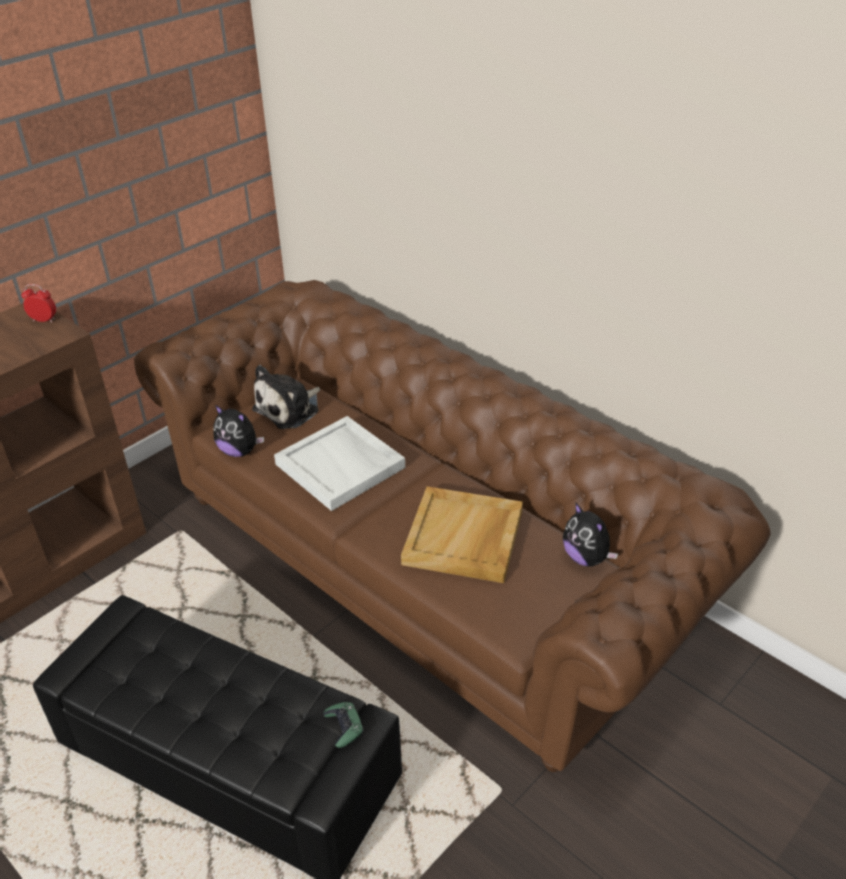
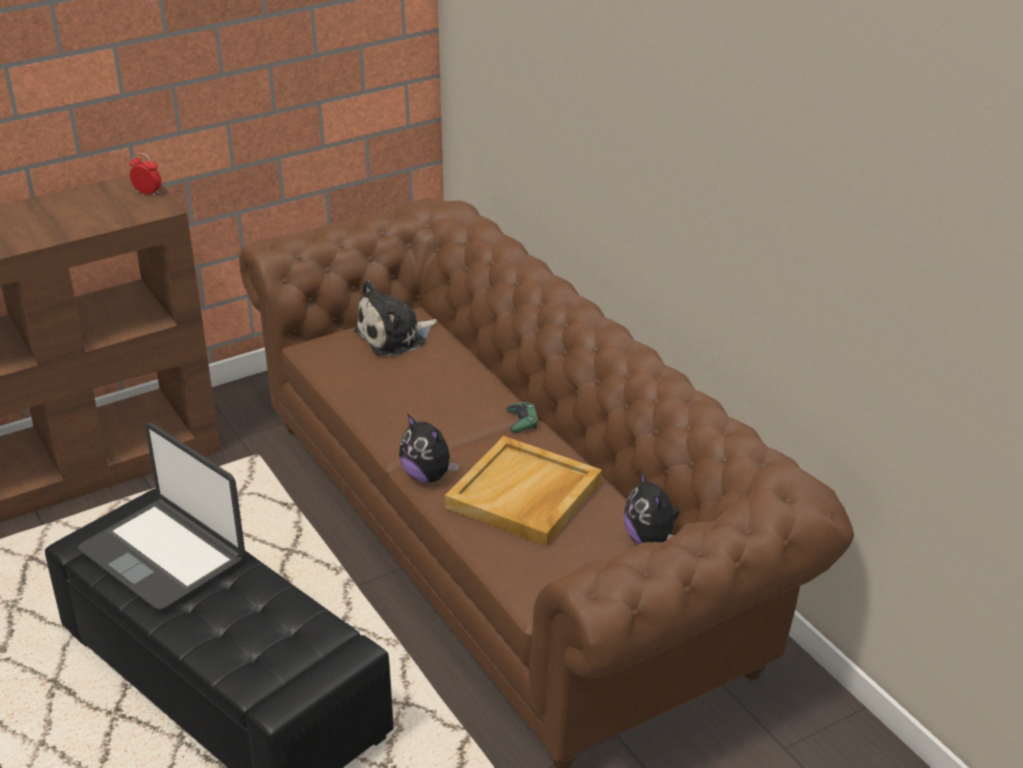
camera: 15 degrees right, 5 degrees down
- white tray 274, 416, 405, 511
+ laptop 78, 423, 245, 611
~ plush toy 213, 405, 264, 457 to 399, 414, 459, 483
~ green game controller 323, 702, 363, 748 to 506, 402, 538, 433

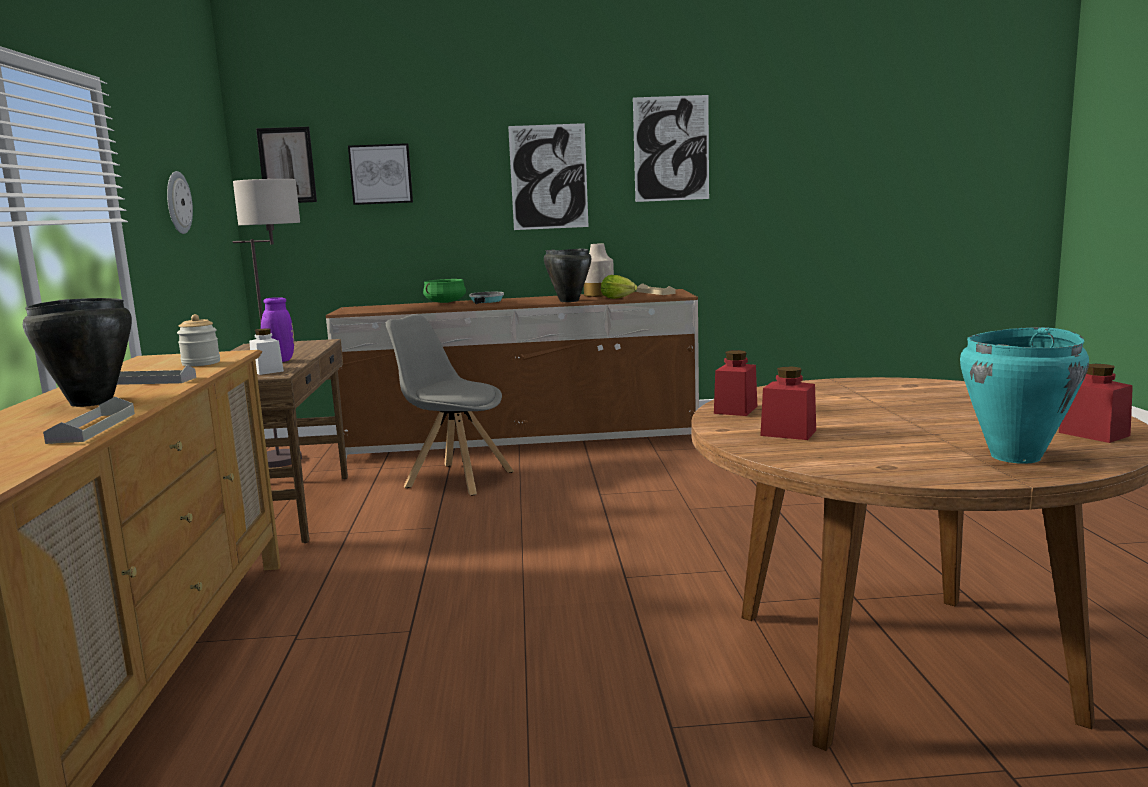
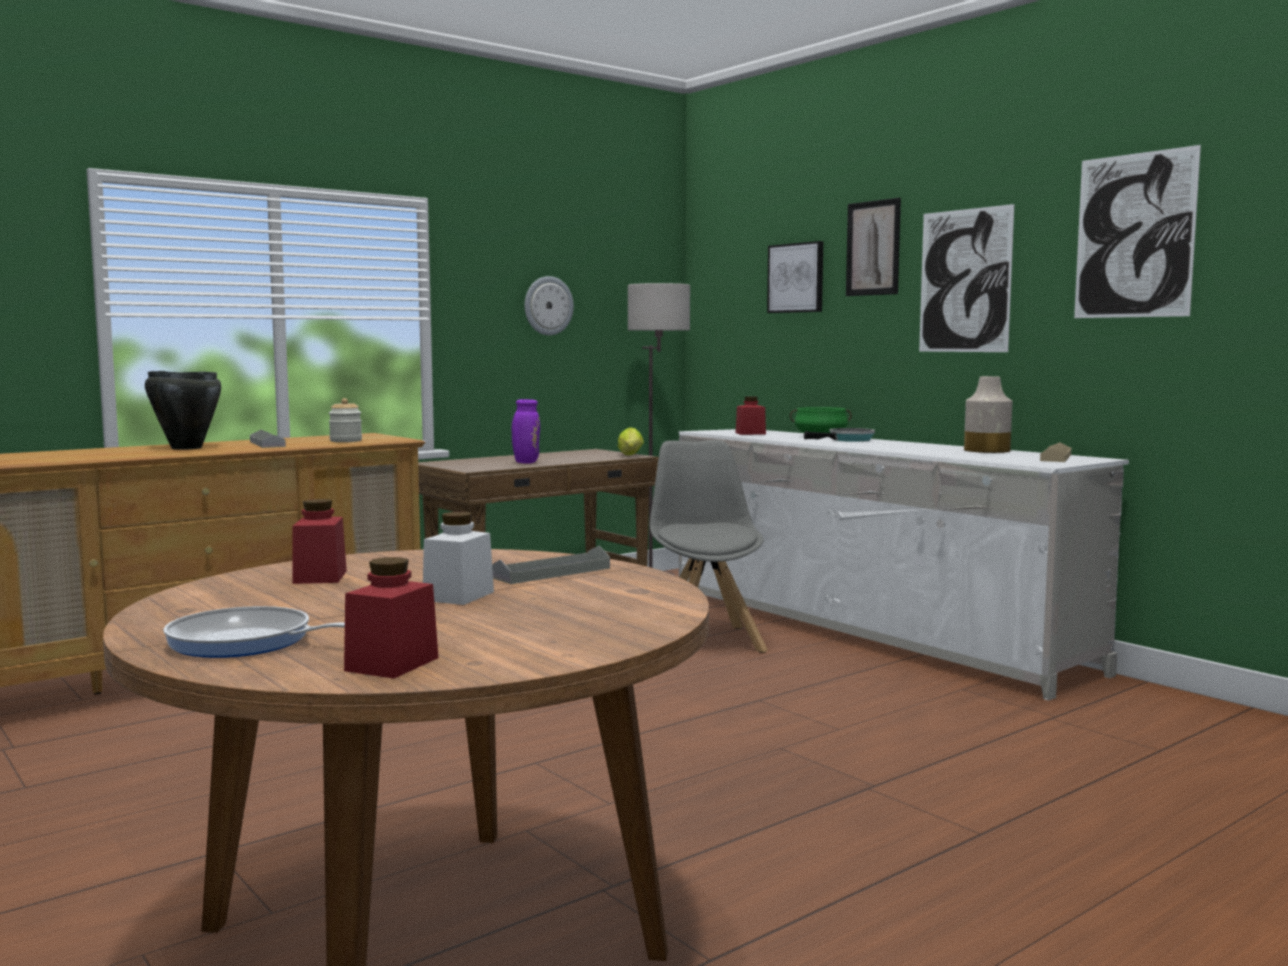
camera: 55 degrees right, 5 degrees down
- black cooking pot 544, 249, 591, 302
~ grey tray 43, 397, 135, 444 to 492, 546, 610, 584
~ white jar 249, 328, 284, 375 to 423, 512, 494, 605
~ picture 256, 127, 317, 203 to 846, 198, 901, 296
~ lettuce 601, 275, 637, 299 to 618, 427, 644, 455
~ red jar 714, 350, 757, 416 to 736, 396, 766, 435
~ turquoise cooking pot 960, 327, 1089, 464 to frying pan 163, 606, 345, 658
~ brown cabinet 326, 289, 699, 460 to white cabinet 679, 429, 1129, 701

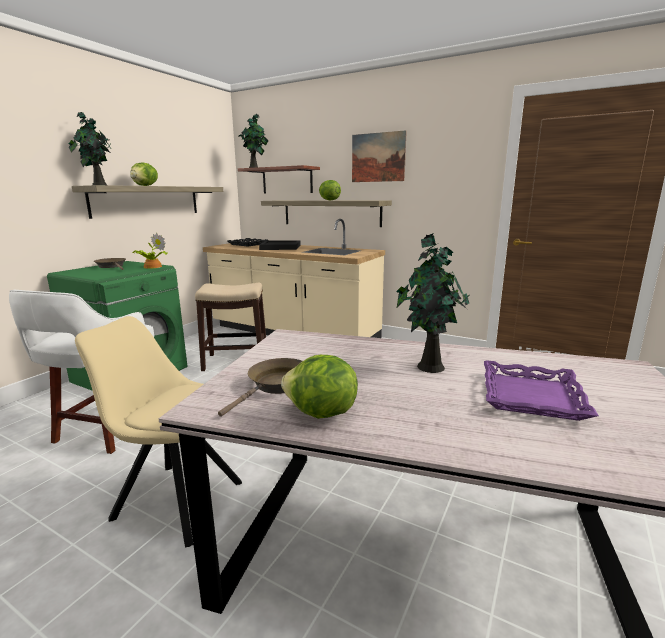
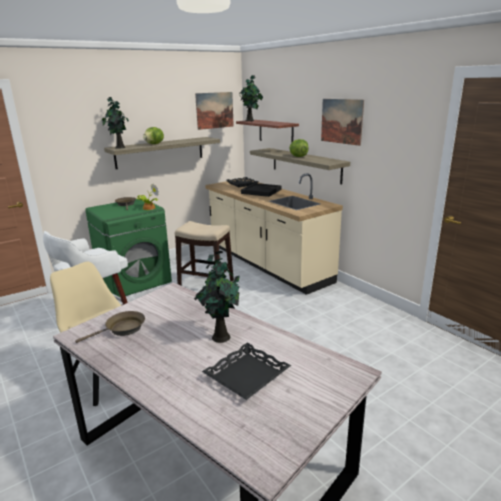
camera: 25 degrees right, 5 degrees up
- lettuce 281, 355, 358, 419
+ picture 195, 92, 234, 130
~ purple tray 484, 360, 599, 421 to black tray 202, 343, 291, 400

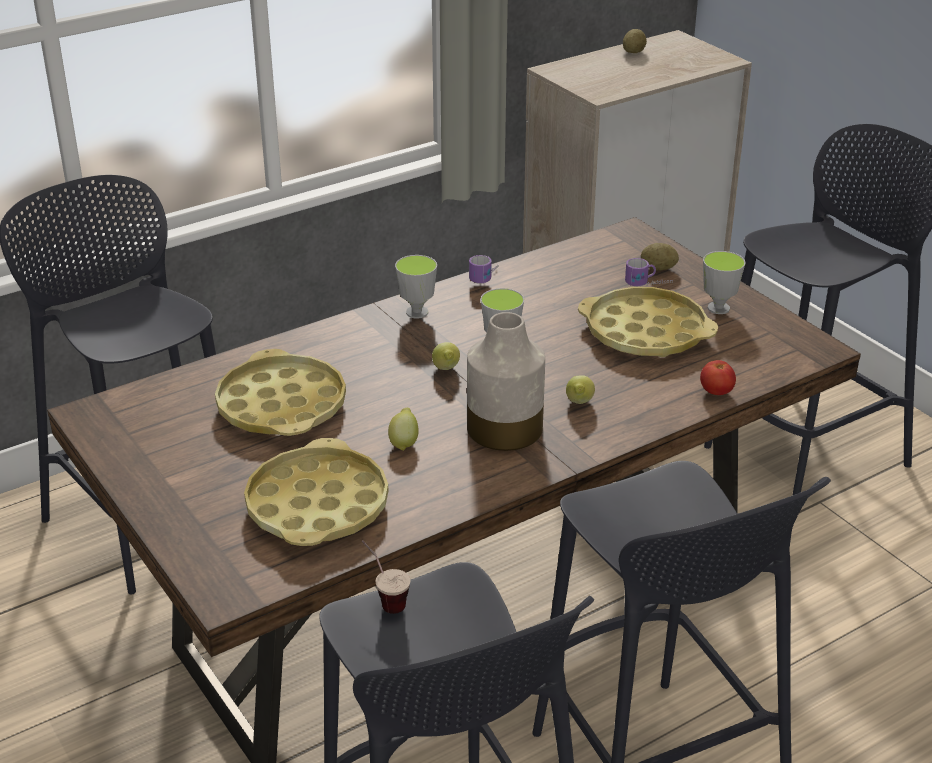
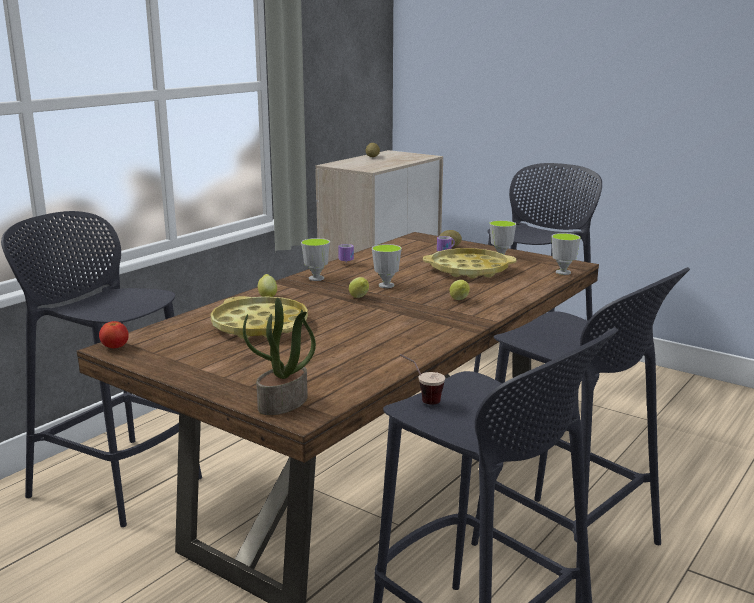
camera: 20 degrees left, 15 degrees down
- yellow tray 244, 438, 388, 546
- beige vase 467, 312, 545, 451
+ potted plant 243, 298, 316, 415
+ cup 552, 233, 581, 275
~ lemon 388, 408, 419, 451 to 258, 274, 277, 297
~ tomato 700, 360, 736, 395 to 99, 321, 129, 348

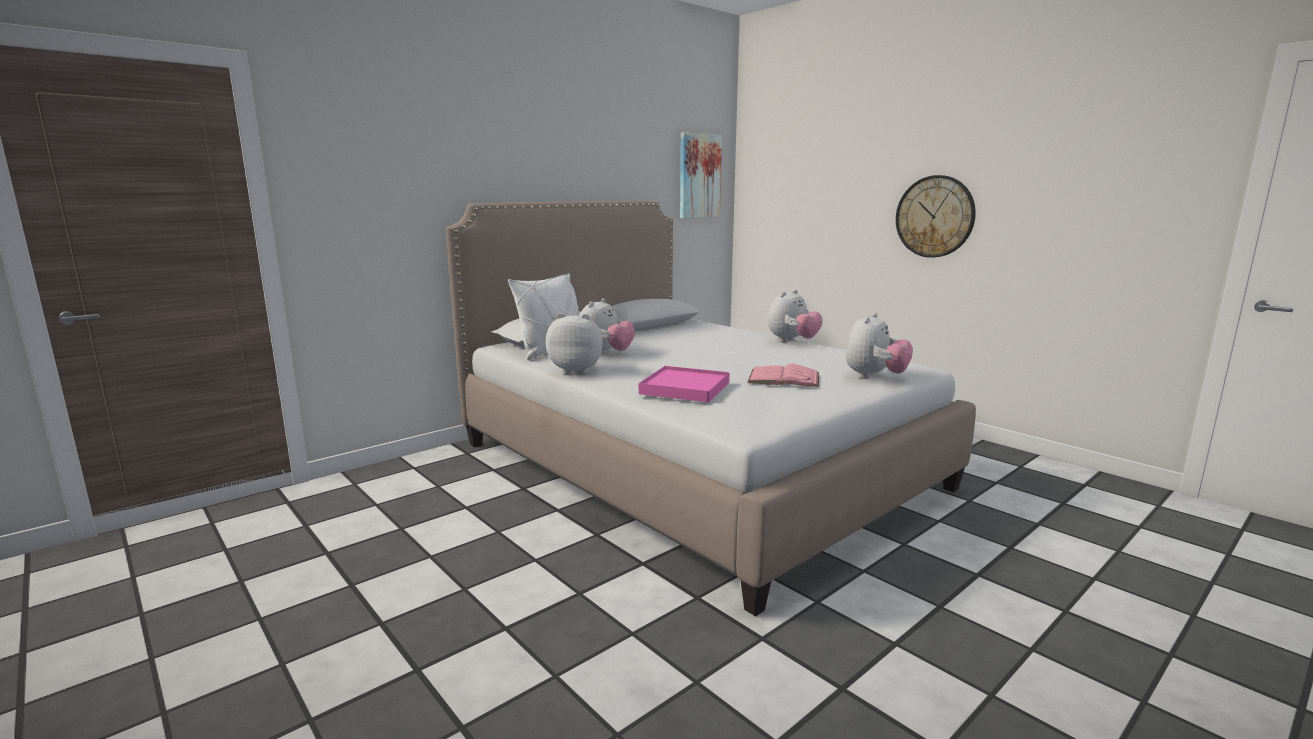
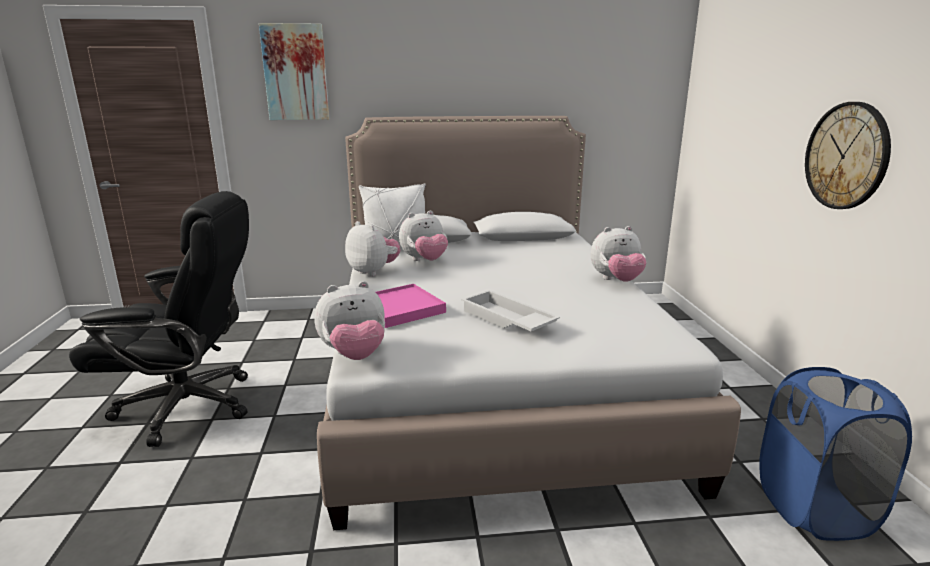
camera: 35 degrees right, 5 degrees up
+ black office chair 69, 191, 249, 447
+ blue laundry basket 759, 367, 912, 541
~ picture 680, 132, 722, 218 to 259, 23, 329, 120
~ plush toy 846, 313, 913, 379 to 314, 281, 385, 360
~ pink book 747, 364, 819, 387 to white tray 461, 290, 560, 331

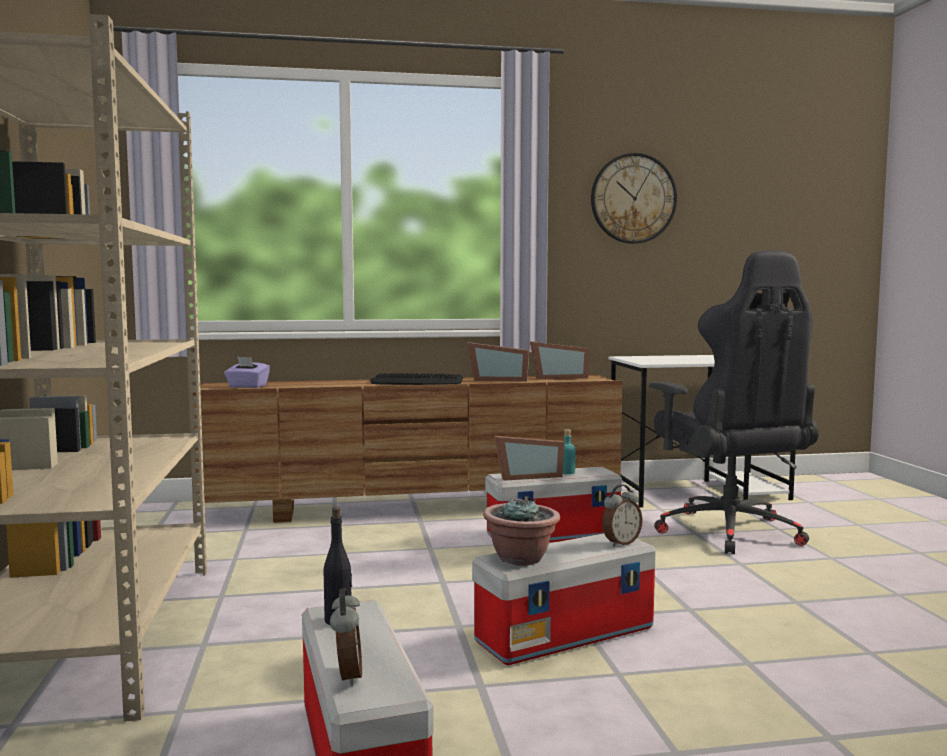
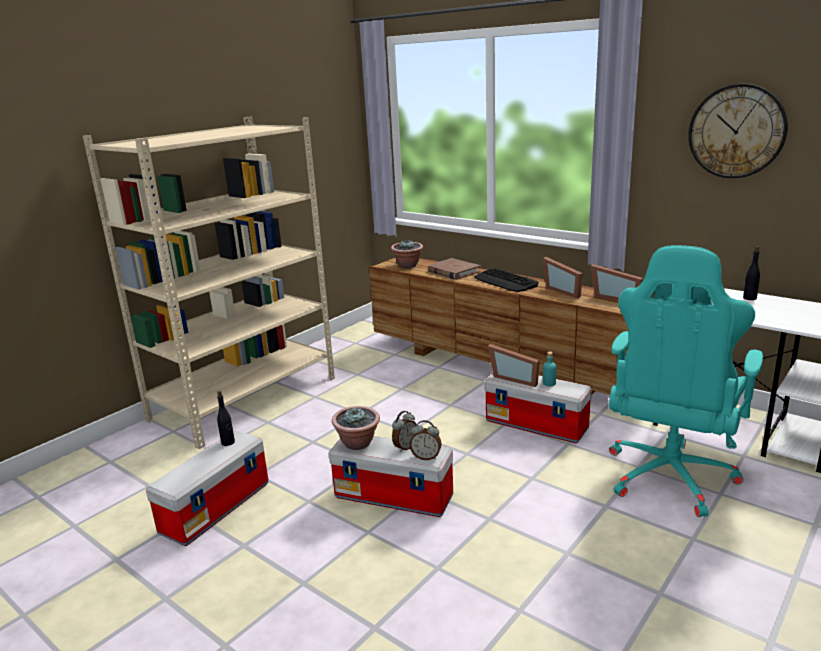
camera: 50 degrees right, 15 degrees up
+ brown book 427, 258, 480, 280
+ black bottle 743, 246, 760, 300
~ alarm clock 330, 588, 362, 687 to 392, 411, 417, 452
~ purple tissue box 224, 356, 270, 388 to potted plant 391, 240, 423, 268
~ black office chair 649, 250, 819, 554 to turquoise office chair 609, 245, 763, 517

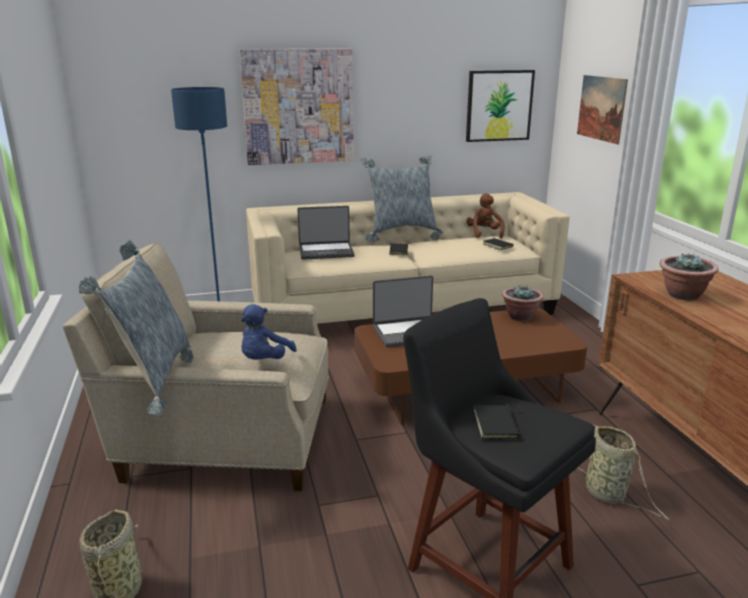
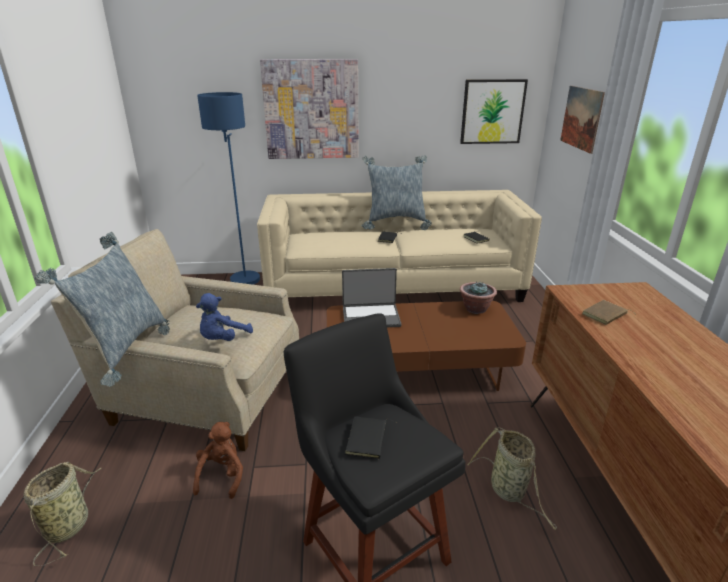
camera: 10 degrees right, 5 degrees up
- laptop 297, 206, 355, 260
~ brown plush toy 466, 193, 505, 239 to 193, 422, 243, 499
~ potted plant 660, 253, 719, 300 to brown book 582, 300, 634, 325

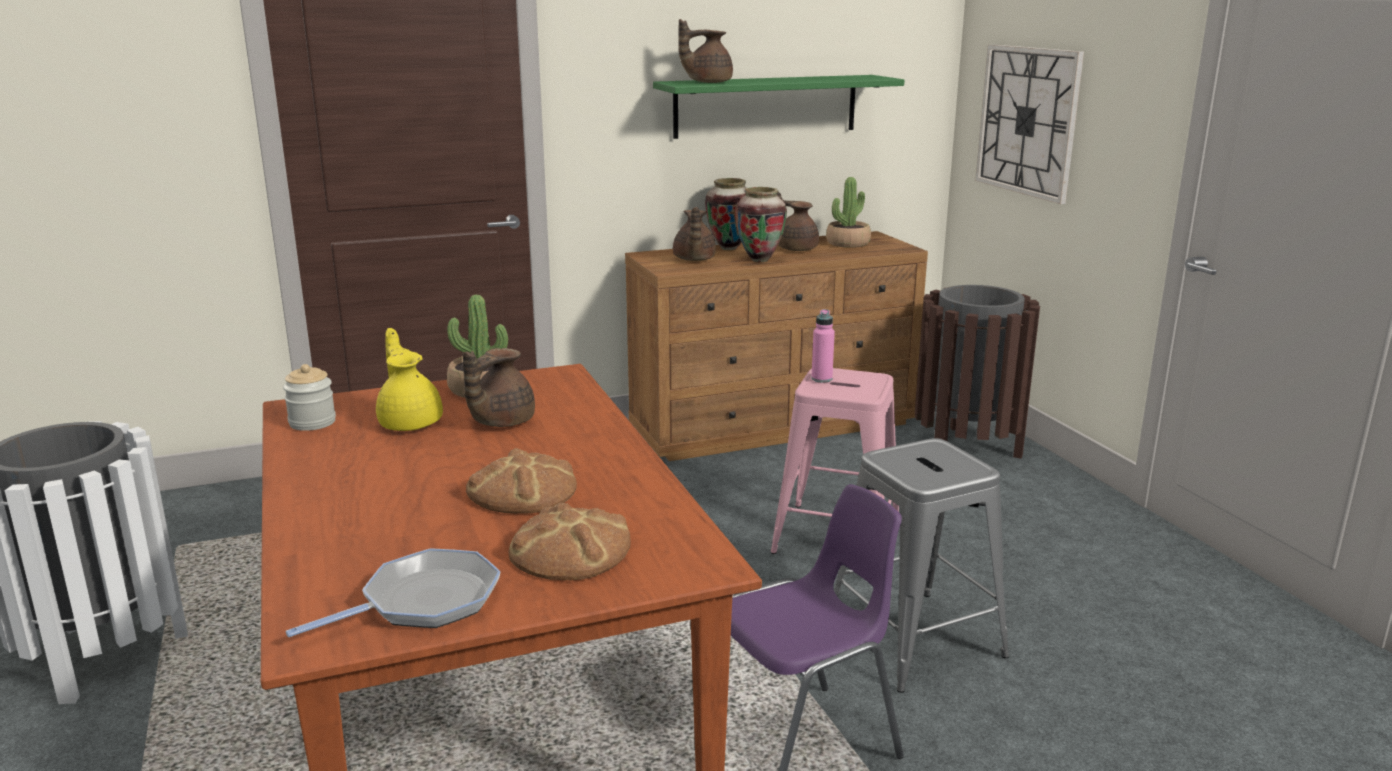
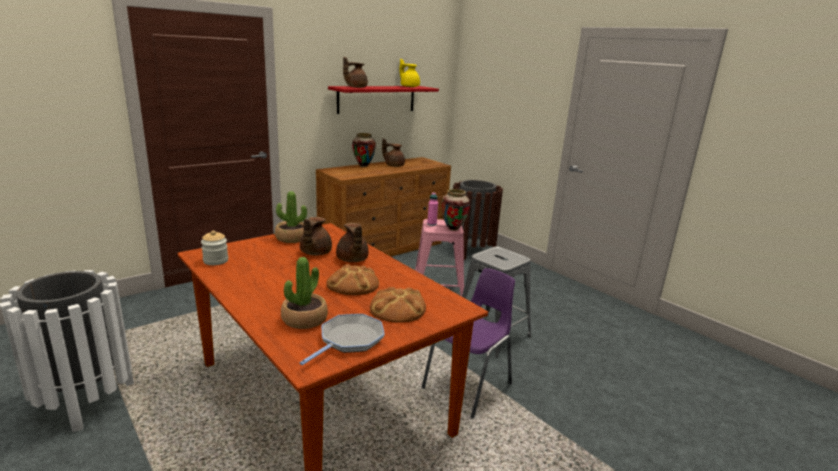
camera: 20 degrees left, 0 degrees up
- wall clock 975, 44, 1084, 204
~ yellow teapot 376, 328, 443, 431 to 400, 59, 420, 87
~ brown teapot 673, 207, 716, 261 to 336, 223, 369, 262
~ vase 735, 187, 787, 262 to 441, 189, 470, 231
~ potted plant 826, 177, 871, 248 to 281, 257, 328, 329
~ green shelf 653, 75, 905, 139 to red shelf 328, 86, 439, 114

